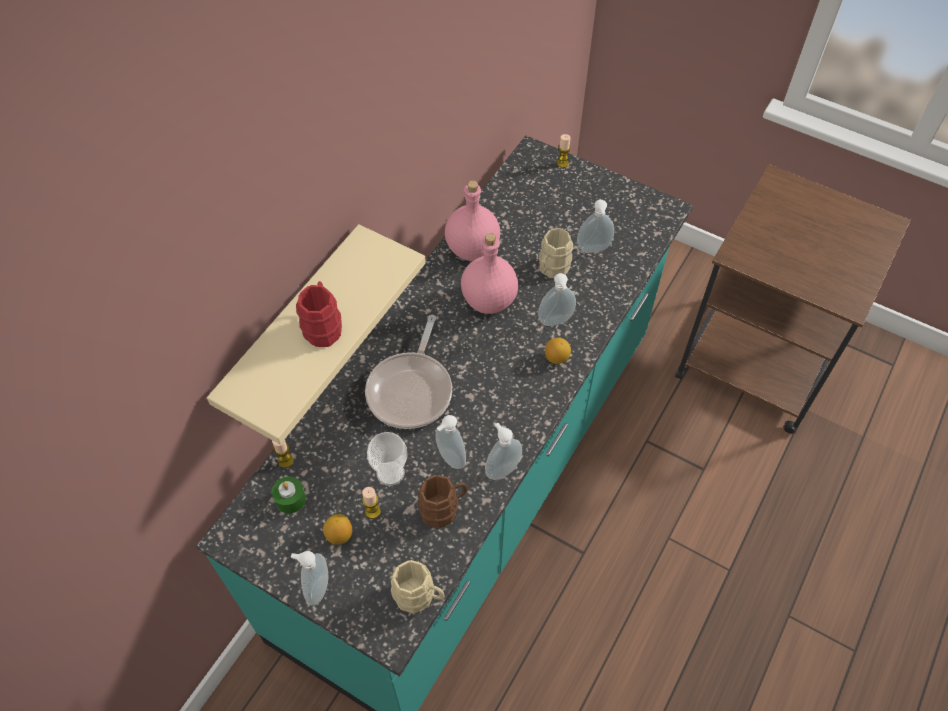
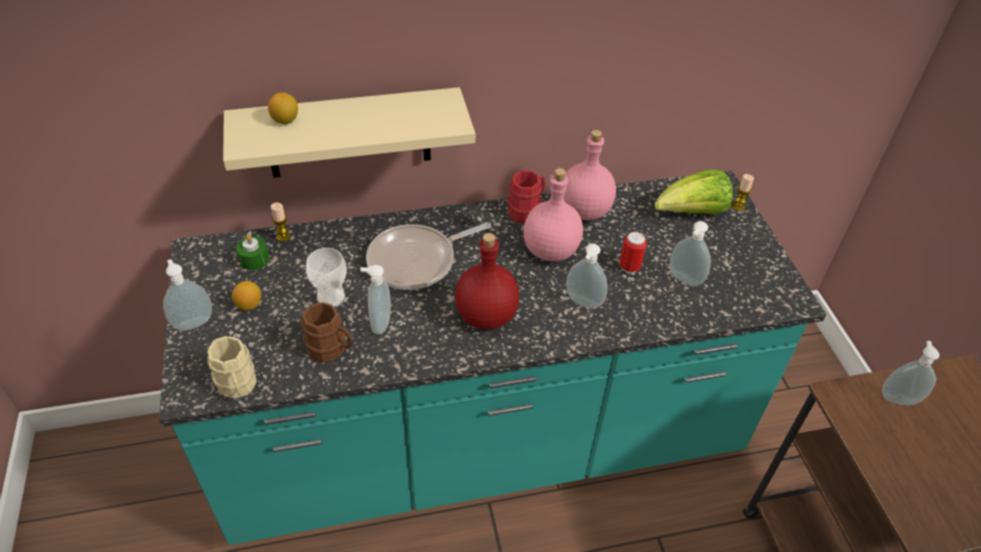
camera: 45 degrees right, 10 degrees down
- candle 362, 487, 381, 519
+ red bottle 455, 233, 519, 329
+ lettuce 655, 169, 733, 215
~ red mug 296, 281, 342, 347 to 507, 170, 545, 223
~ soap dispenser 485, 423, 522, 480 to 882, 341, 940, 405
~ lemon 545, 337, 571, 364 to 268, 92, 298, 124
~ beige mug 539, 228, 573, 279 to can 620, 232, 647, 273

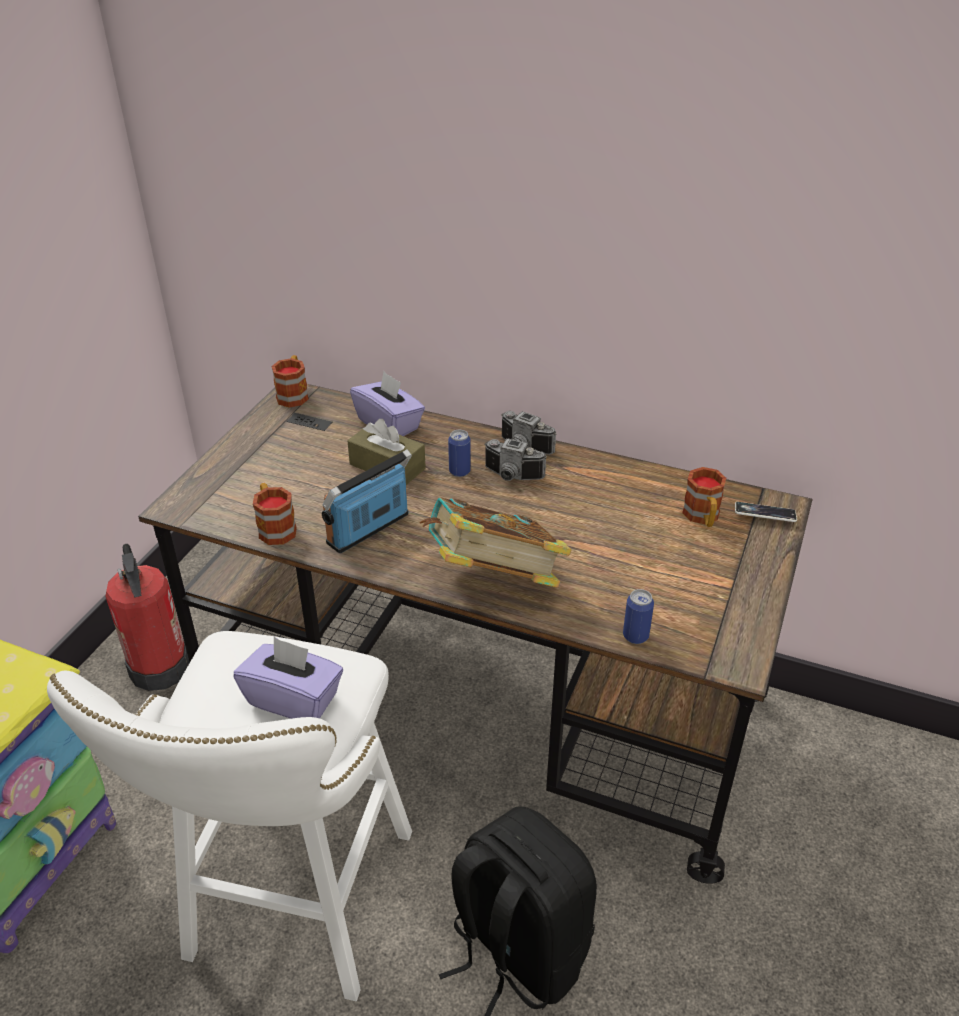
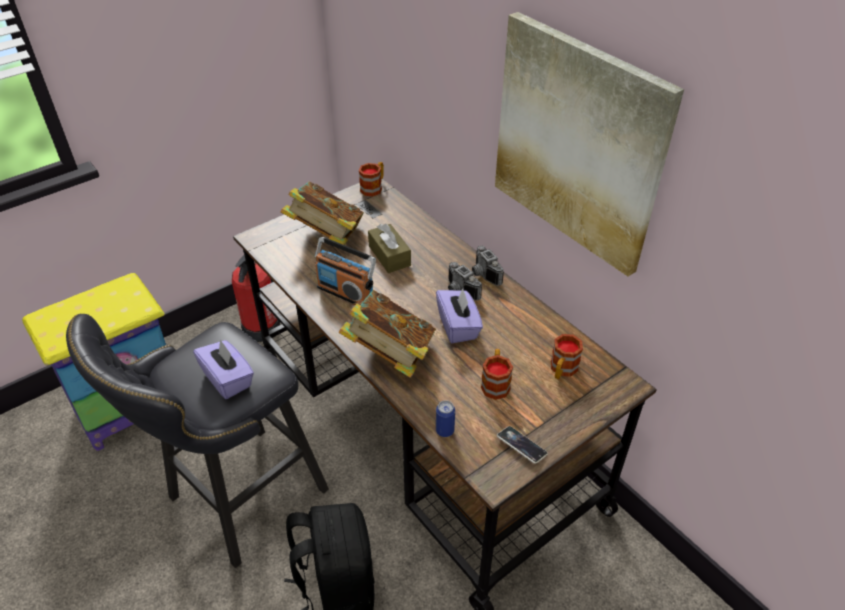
camera: 30 degrees right, 5 degrees up
- can 448, 430, 471, 477
+ book 280, 181, 364, 245
+ picture 495, 12, 684, 276
~ mug 253, 483, 297, 545 to 481, 349, 513, 400
~ purple tissue box 350, 371, 425, 436 to 436, 289, 483, 343
~ phone 735, 502, 797, 522 to 497, 426, 548, 464
~ white stool 47, 631, 412, 1002 to black stool 66, 314, 329, 568
~ radio 322, 449, 412, 553 = 315, 237, 376, 304 135 degrees counterclockwise

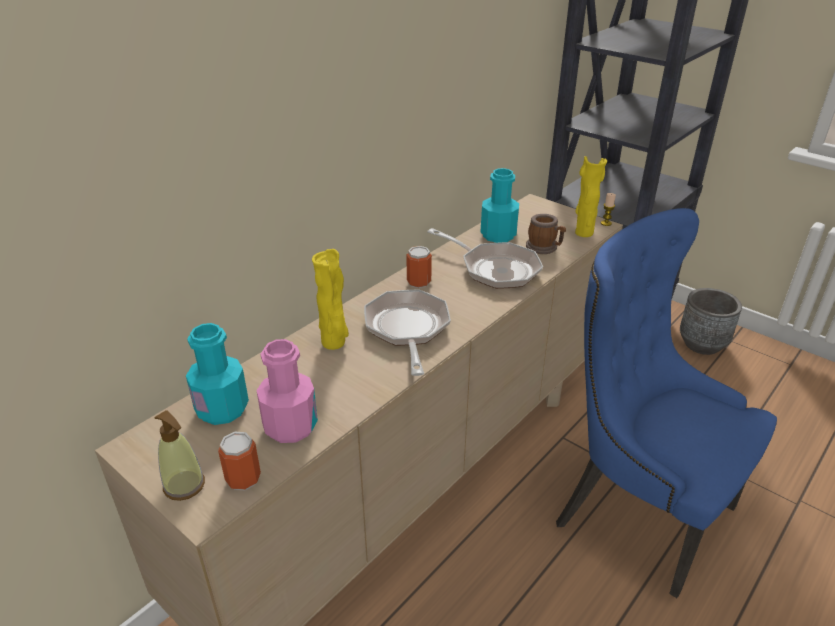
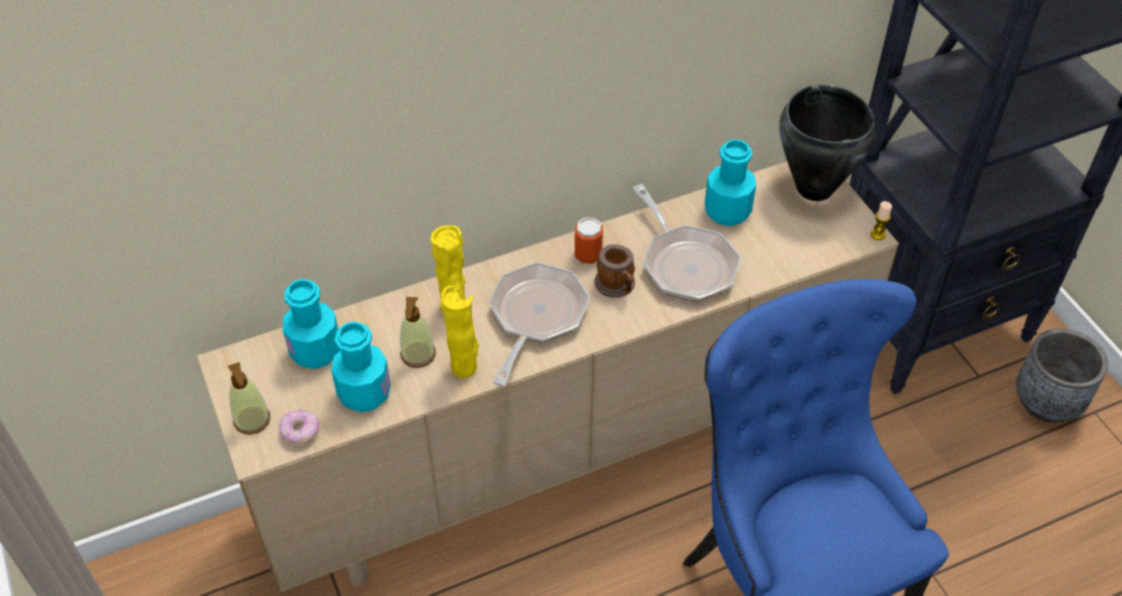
camera: 25 degrees right, 15 degrees up
+ soap dispenser 400, 297, 436, 368
+ black cooking pot 779, 84, 876, 201
~ mug 526, 214, 566, 254 to 594, 244, 635, 298
~ yellow vase 575, 156, 607, 237 to 440, 285, 479, 378
~ can 218, 431, 261, 490 to donut 279, 409, 319, 446
~ pink bottle 256, 339, 318, 443 to turquoise bottle 331, 322, 391, 412

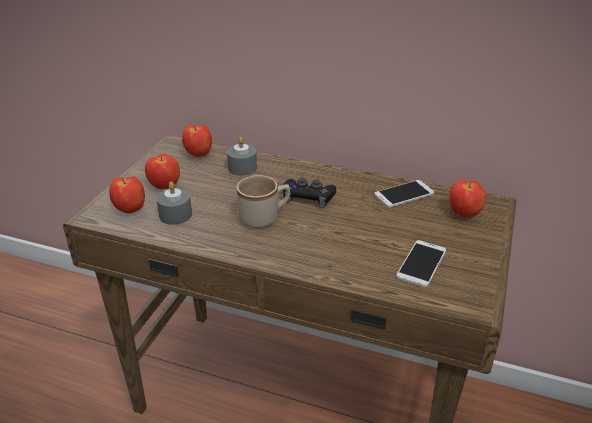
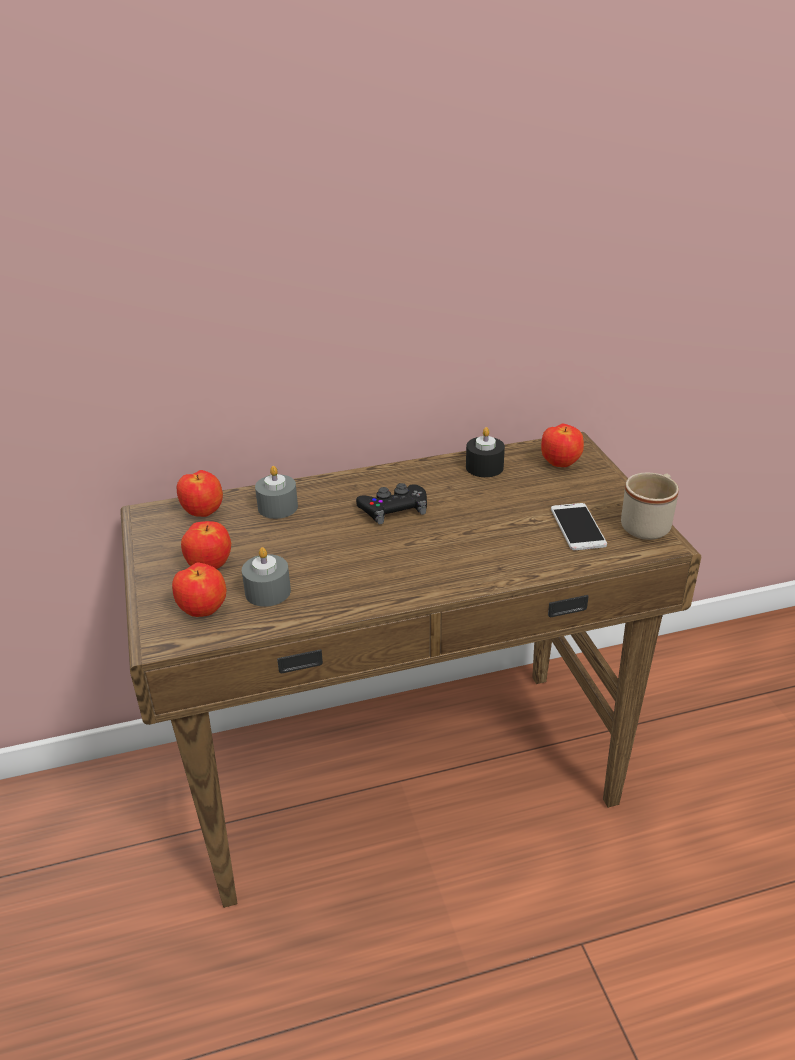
camera: 35 degrees left, 0 degrees up
~ beige mug 237, 175, 290, 228 to 621, 473, 679, 540
~ phone 374, 180, 434, 208 to black candle 466, 427, 505, 477

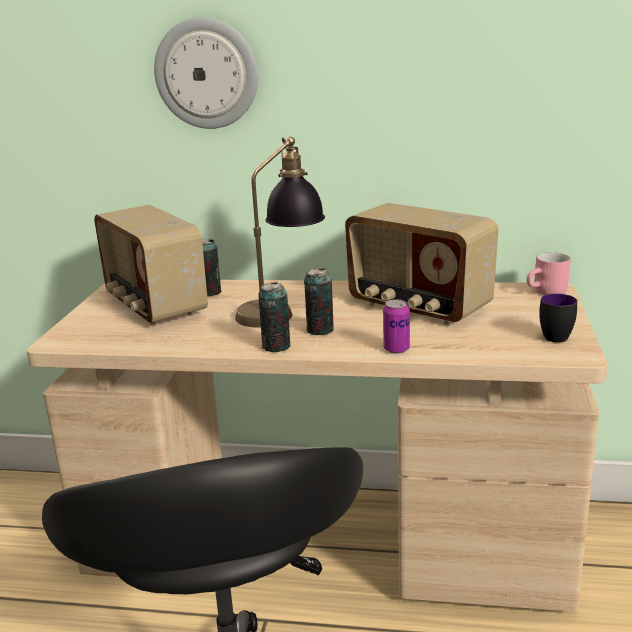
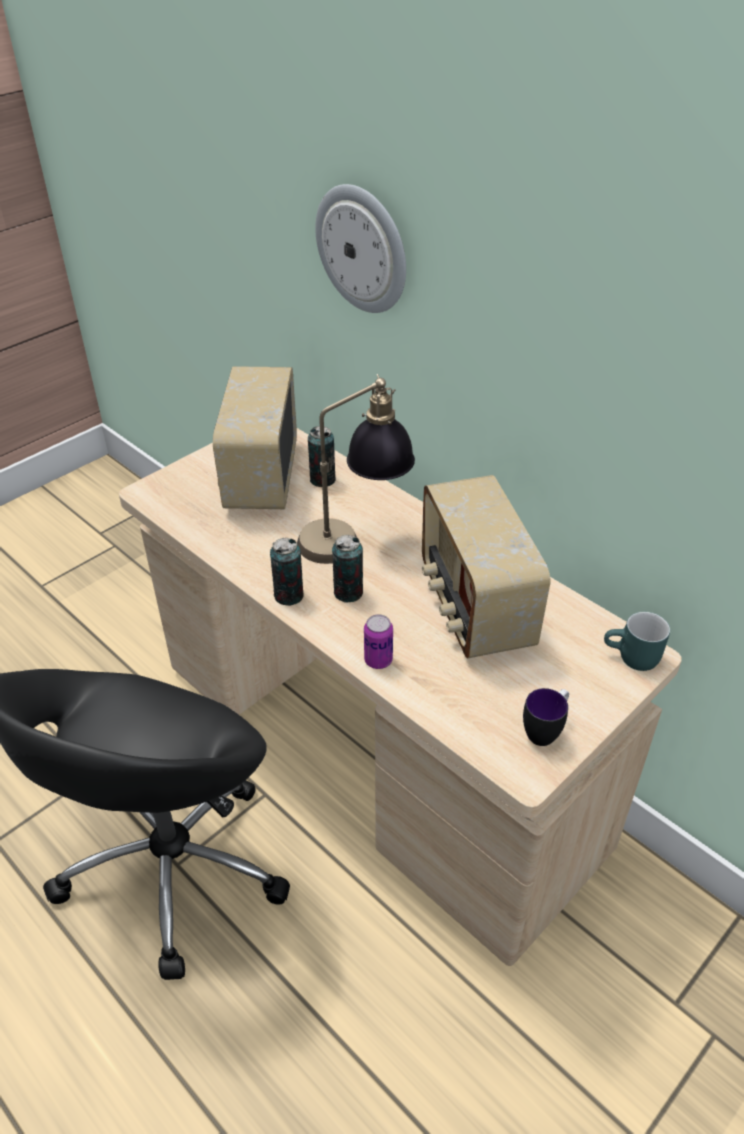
camera: 35 degrees right, 20 degrees up
~ pink mug 526, 252, 571, 295 to turquoise mug 604, 612, 670, 671

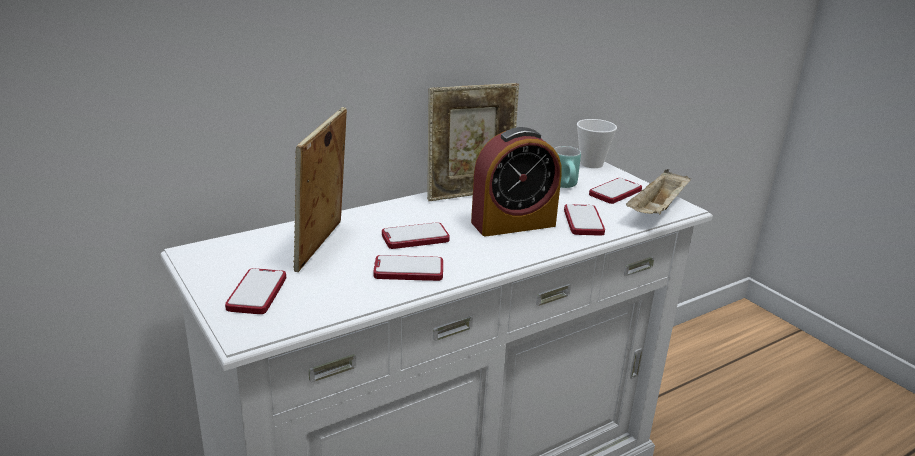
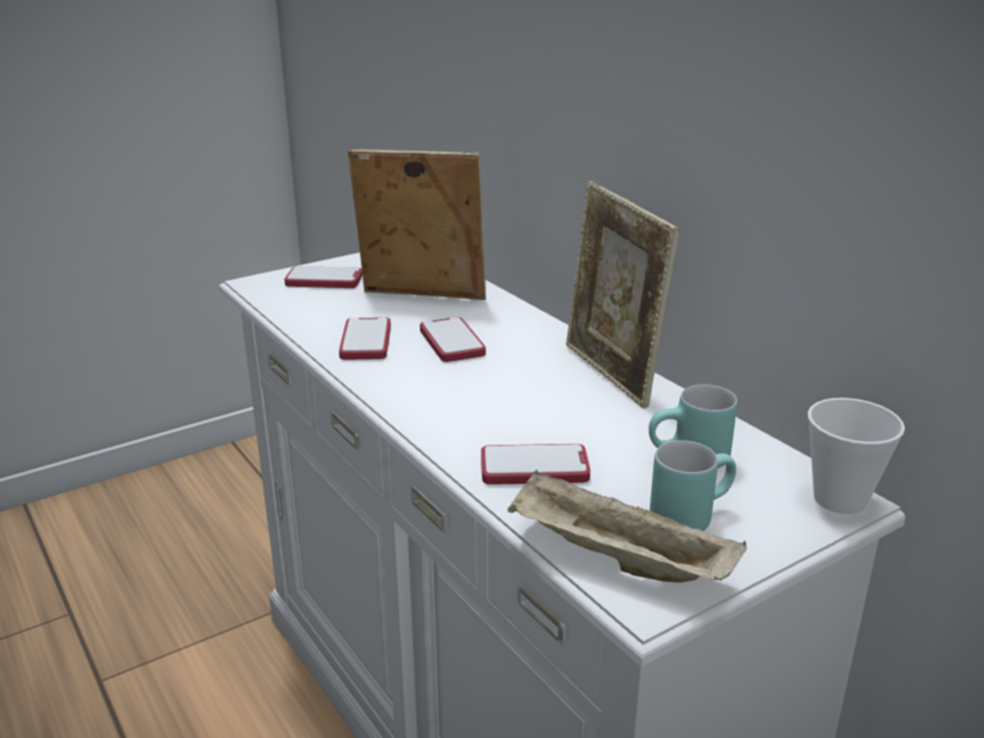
camera: 90 degrees right, 0 degrees up
- alarm clock 471, 127, 562, 236
~ phone 589, 178, 642, 204 to turquoise mug 650, 440, 736, 531

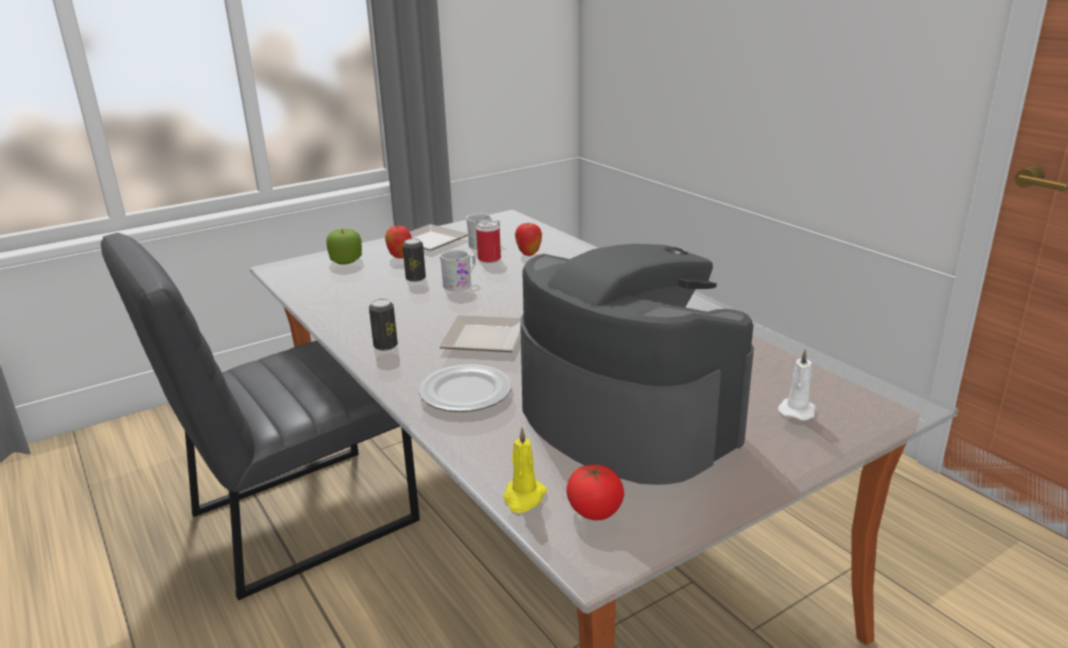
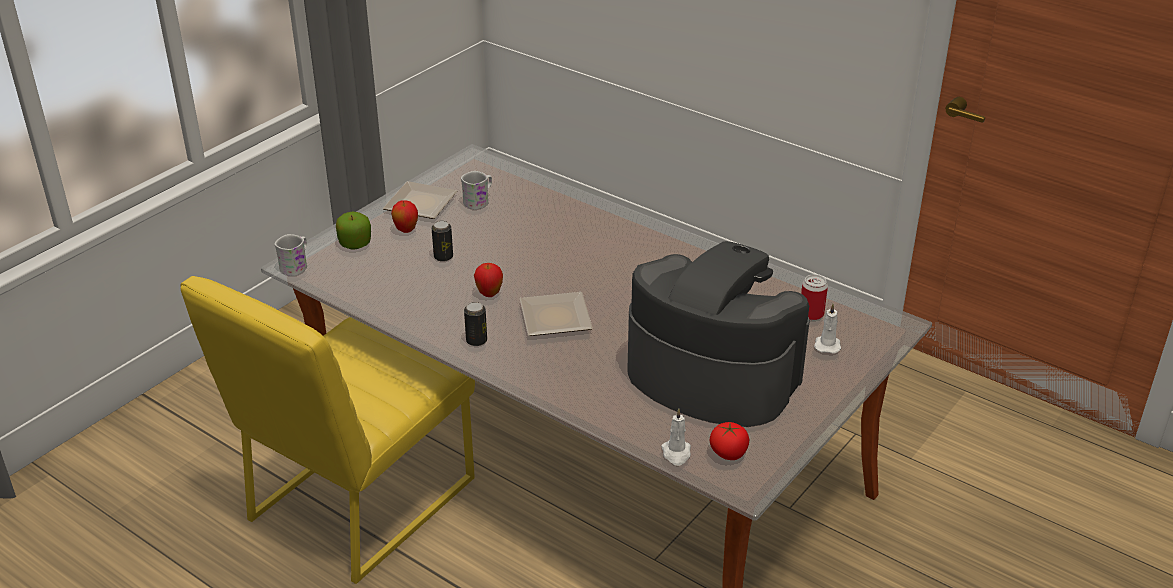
camera: 20 degrees left, 10 degrees up
- plate 419, 364, 512, 412
~ white mug 440, 249, 476, 292 to 275, 234, 307, 276
~ can 476, 220, 501, 263 to 801, 274, 828, 320
~ apple 515, 223, 542, 256 to 474, 263, 503, 297
~ grey chair 101, 232, 420, 600 to yellow chair 180, 276, 475, 584
~ yellow candle 503, 427, 547, 513 to white candle 661, 408, 691, 466

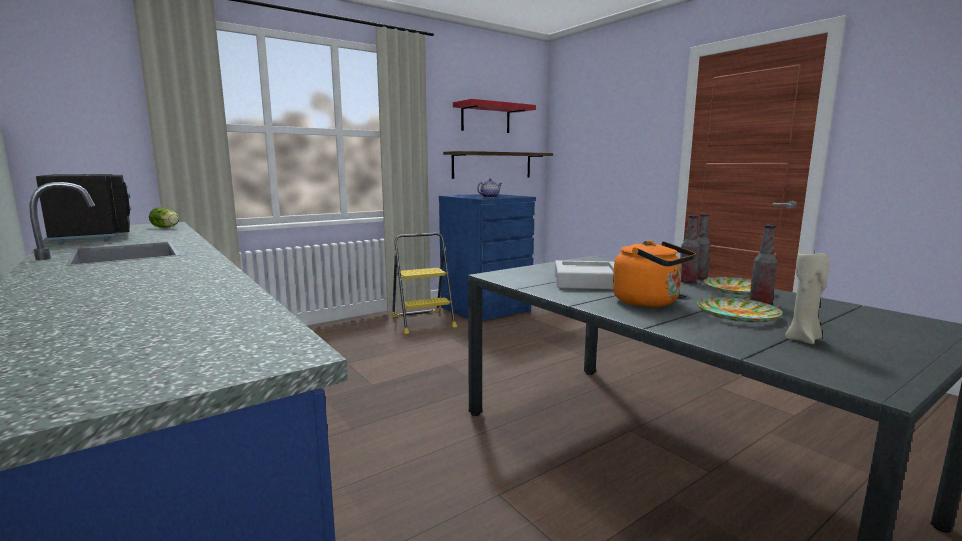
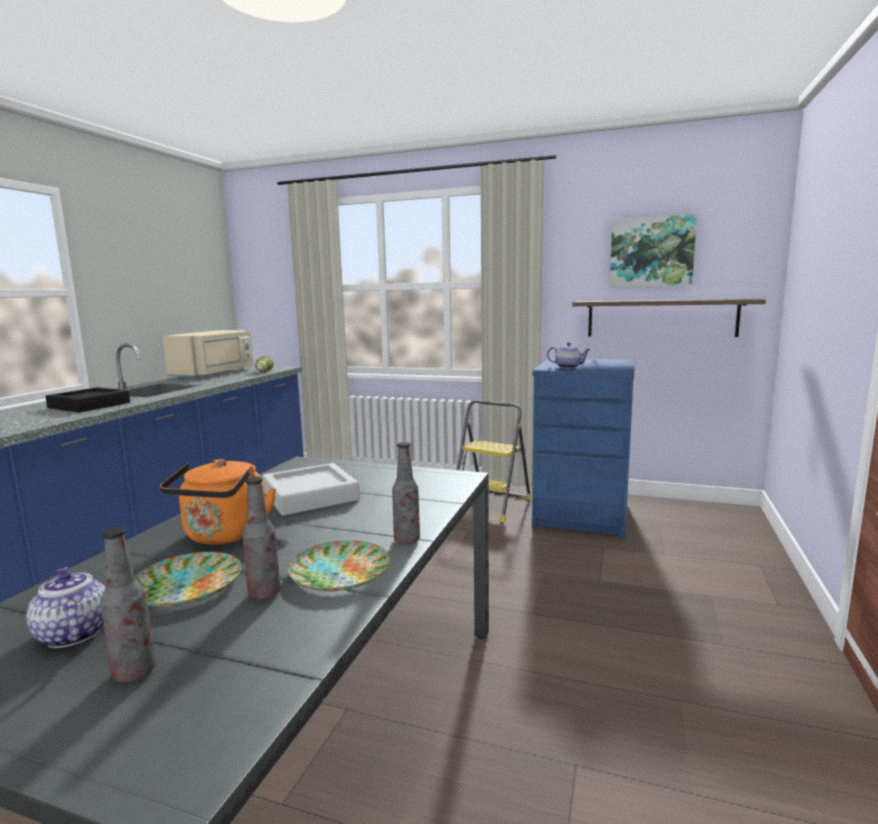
camera: 55 degrees right, 0 degrees up
+ black tray 45, 387, 130, 412
~ bottle 680, 215, 700, 283 to 100, 527, 156, 682
~ red shelf 453, 99, 536, 133 to picture 610, 214, 697, 287
~ beige candle 785, 251, 830, 344 to teapot 26, 567, 106, 648
~ black microwave 36, 174, 132, 243 to beige microwave 163, 330, 253, 378

